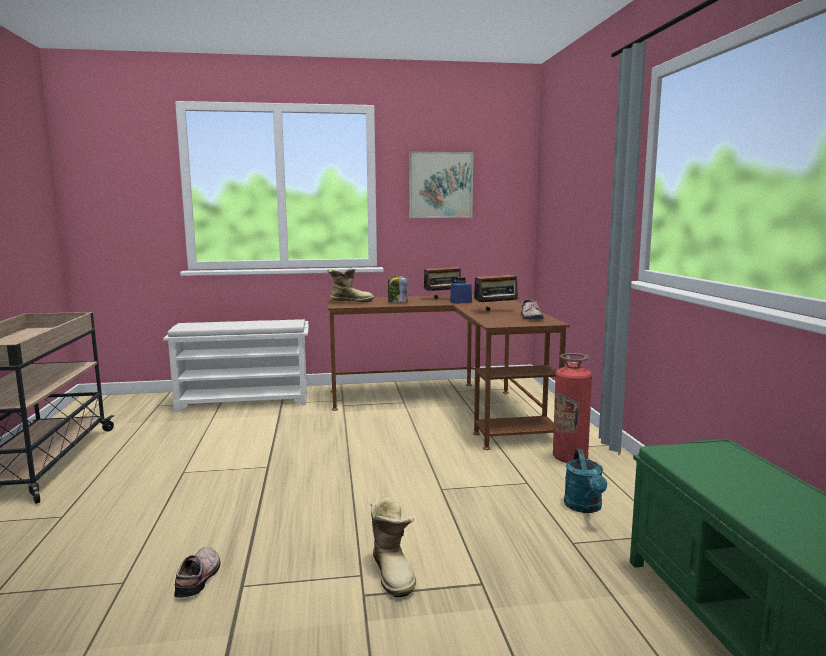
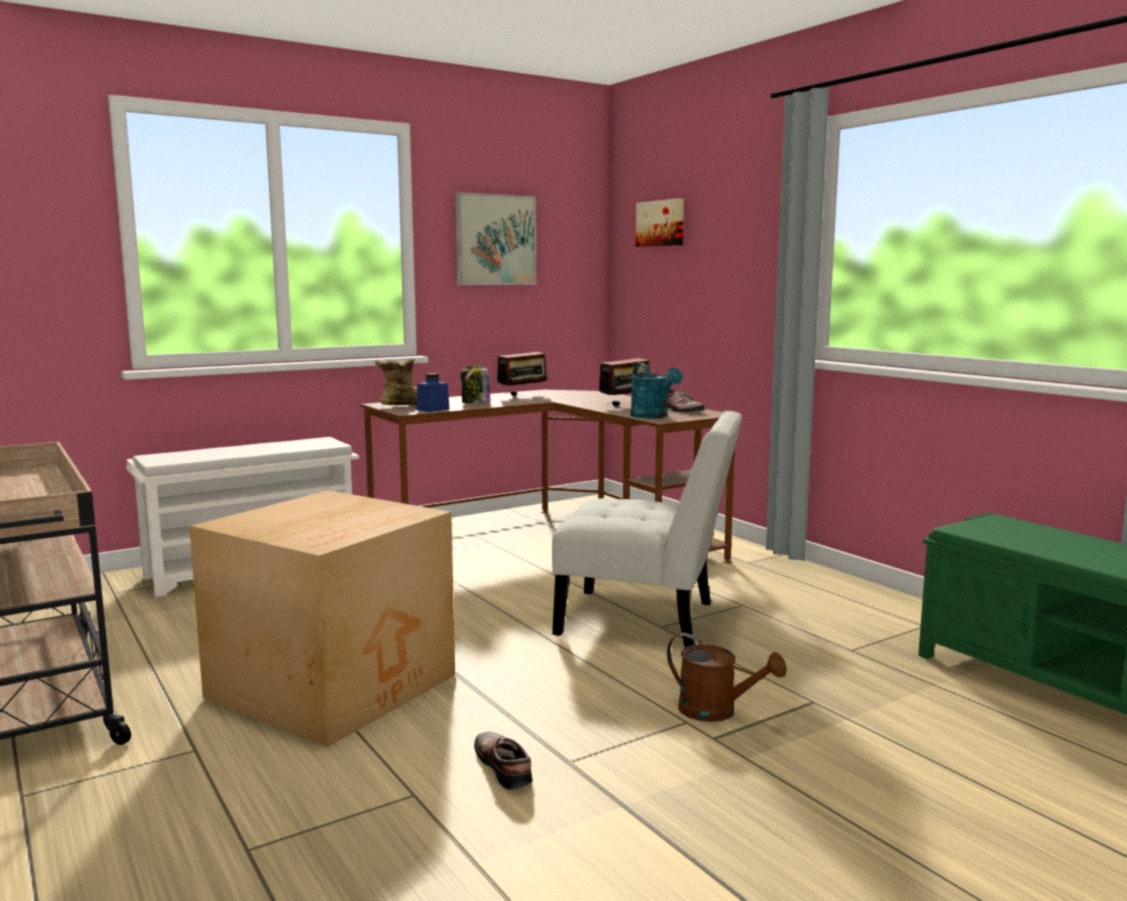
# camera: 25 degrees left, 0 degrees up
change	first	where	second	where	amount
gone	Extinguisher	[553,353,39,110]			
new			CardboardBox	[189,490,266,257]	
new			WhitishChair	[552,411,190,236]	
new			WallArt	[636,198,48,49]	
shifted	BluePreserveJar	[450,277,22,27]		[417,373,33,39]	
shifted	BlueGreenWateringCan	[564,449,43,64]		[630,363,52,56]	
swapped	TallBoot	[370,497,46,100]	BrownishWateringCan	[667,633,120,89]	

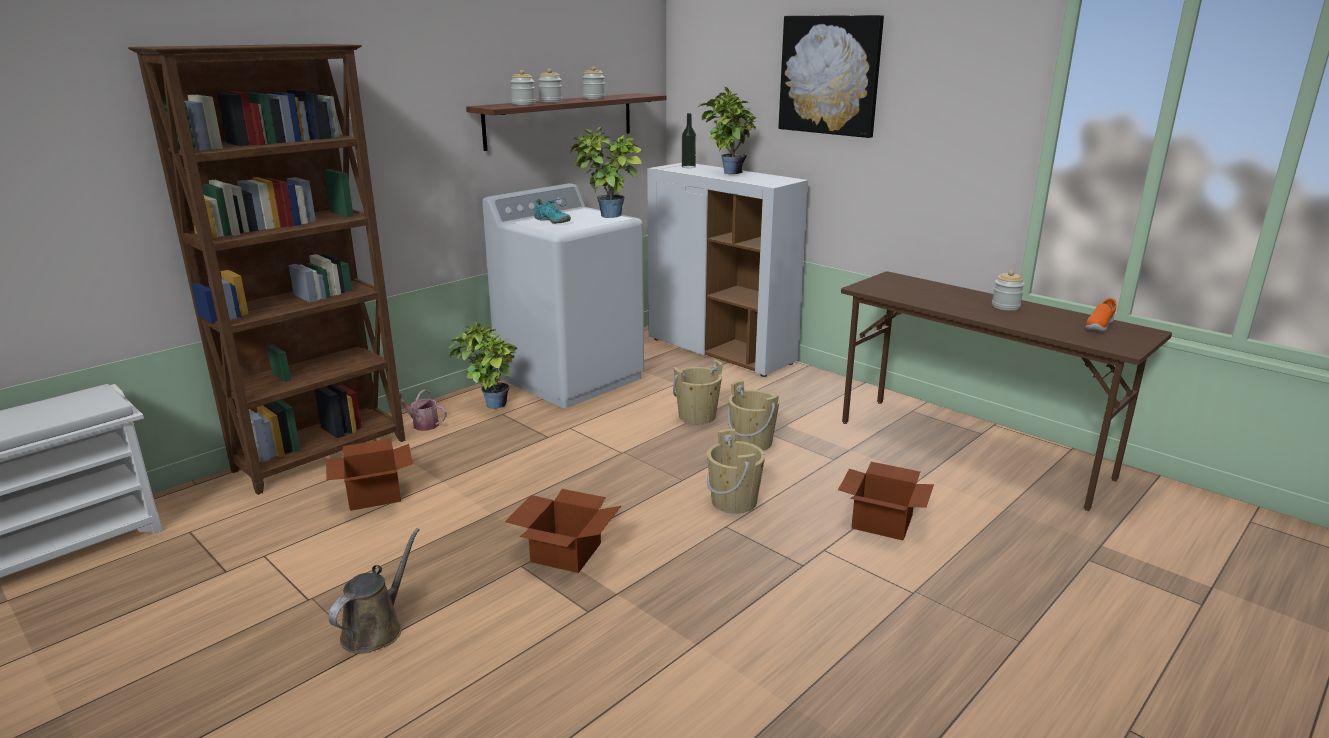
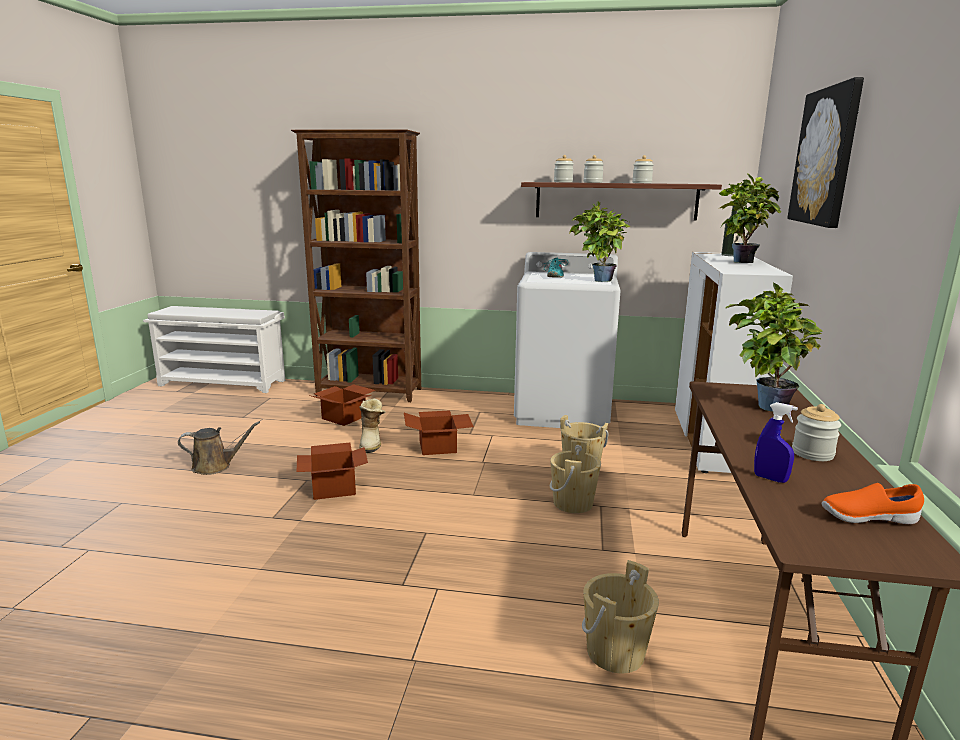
# camera: 55 degrees right, 5 degrees down
change	first	where	second	where	amount
gone	WateringCan	[399,389,48,42]			
new			TallBoot	[359,398,27,55]	
new			BlueSprayBottle	[754,402,44,81]	
shifted	PlantInAPot	[449,321,69,88]		[725,283,98,129]	
shifted	SandColouredWaterBucket	[707,429,58,85]		[582,560,77,113]	
shifted	CardboardBox	[838,462,96,79]		[404,410,70,45]	

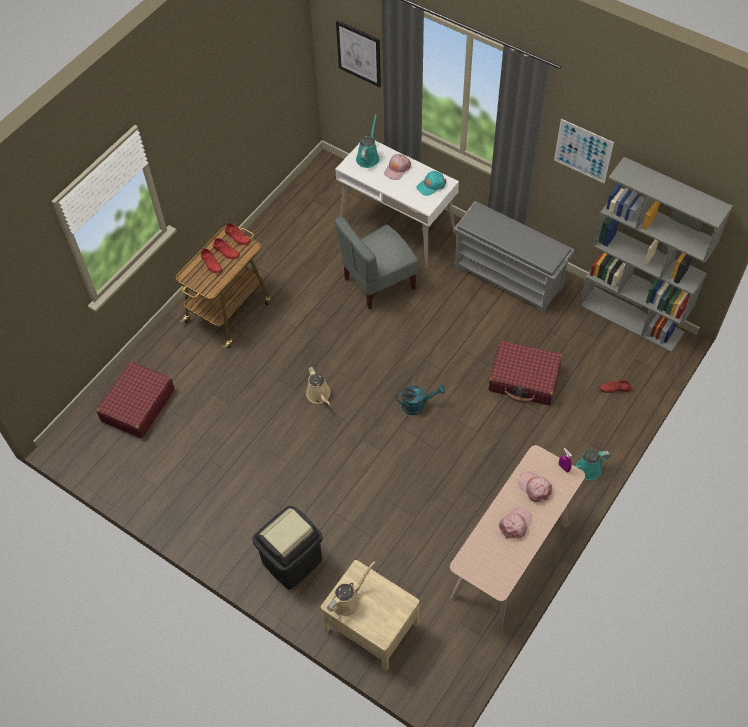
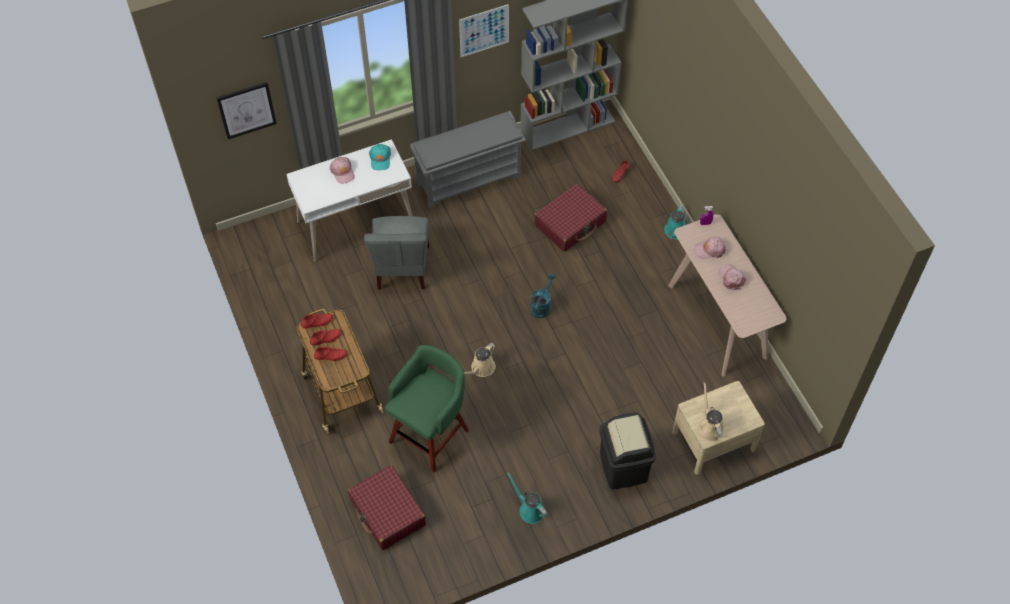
# camera: 60 degrees left, 0 degrees up
change	first	where	second	where	amount
new			GreenColouredSittingStool	[385,345,84,128]	
shifted	BlueGreenWateringCan	[356,114,23,54]		[507,472,40,52]	
rotated	SandColouredWateringCan	[306,367,24,38]		[464,342,32,35]	120 degrees clockwise

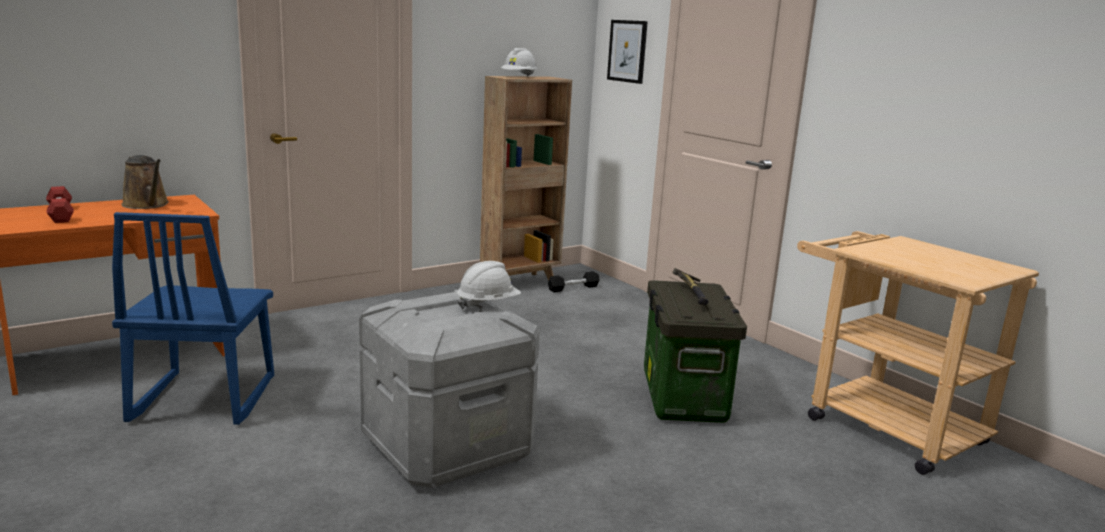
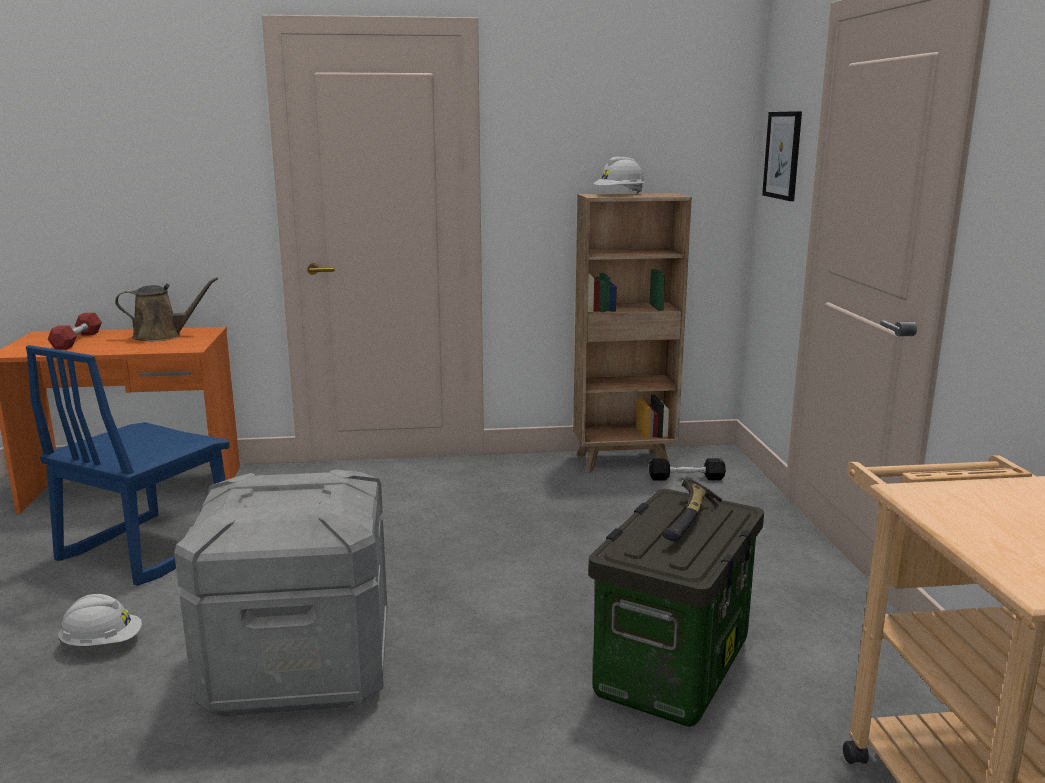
# camera: 30 degrees right, 0 degrees up
change	first	where	second	where	amount
shifted	WhitishWorkHelmet	[457,261,64,48]		[58,594,84,53]	
rotated	BrownishWateringCan	[122,155,47,54]		[115,277,103,64]	90 degrees counterclockwise

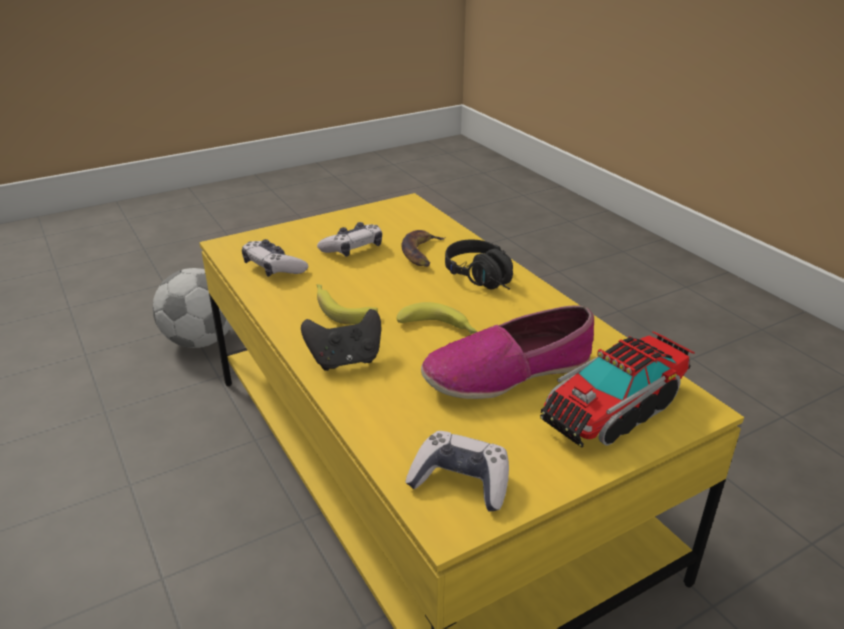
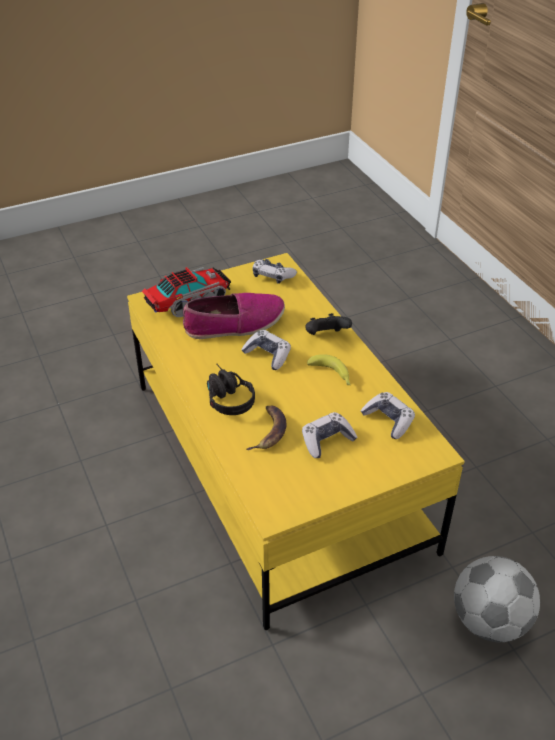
# camera: 175 degrees left, 10 degrees up
change	first	where	second	where	amount
swapped	BananaFruit	[396,302,82,32]	Joypad	[241,330,50,40]	

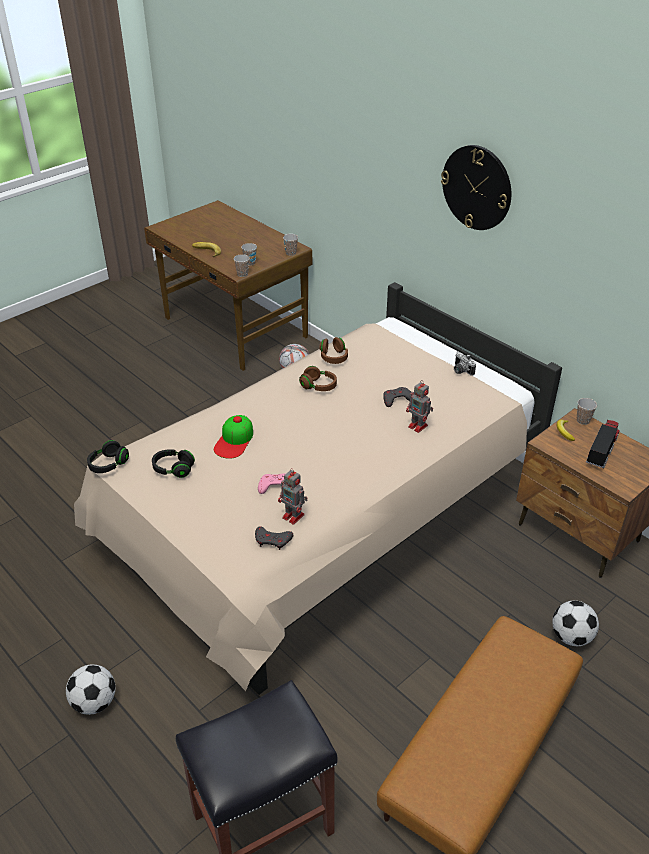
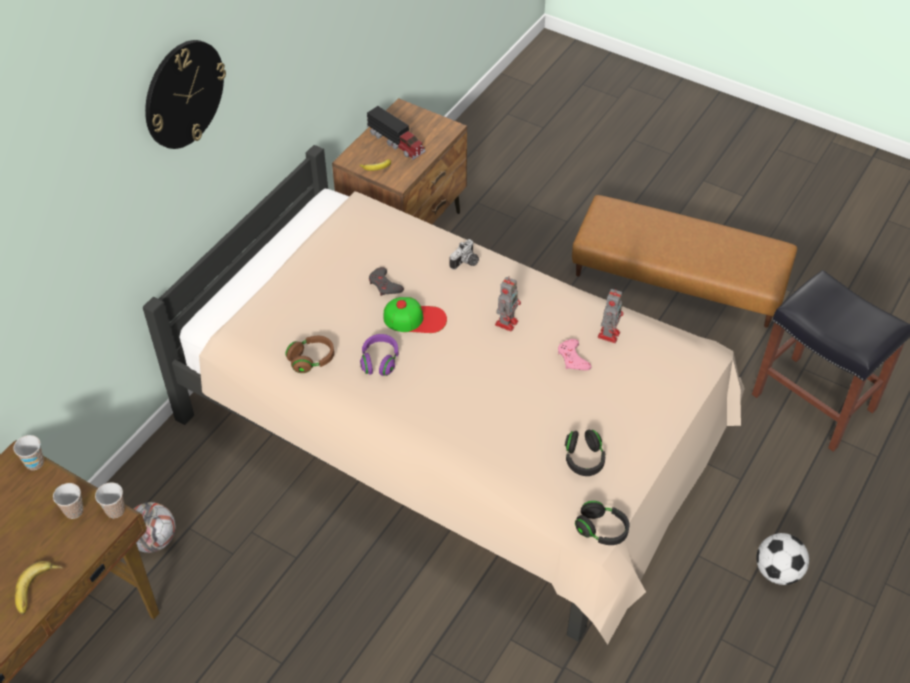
# camera: 105 degrees left, 10 degrees up
change	first	where	second	where	amount
gone	GreyishJoypad	[255,527,38,23]			
gone	FootballBall	[552,601,47,45]			
gone	Cup	[577,398,20,27]			
shifted	BaseballCap	[214,415,39,44]		[384,297,63,36]	
shifted	ModelRobot	[406,380,27,53]		[495,276,26,56]	
shifted	PhotoCamera	[454,352,22,24]		[450,239,29,31]	
repainted	BrownishPairOfHeadphones	[299,366,38,25]	PurplePairOfHeadphones	[360,334,38,42]	
rotated	ModelTruck	[586,419,34,49]		[367,106,59,54]	150 degrees counterclockwise

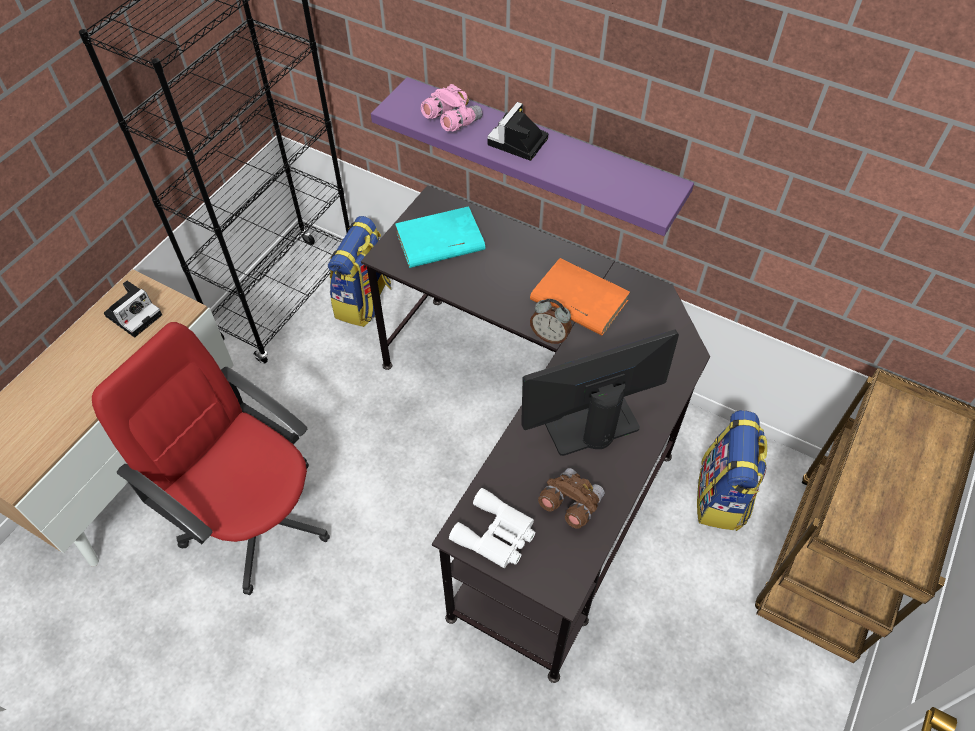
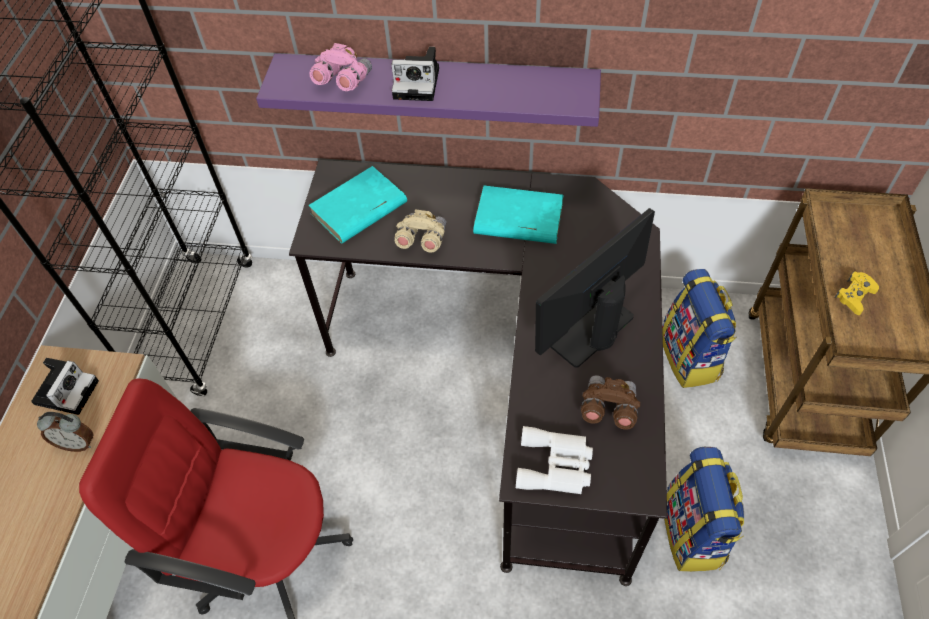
# camera: 20 degrees left, 0 degrees up
change	first	where	second	where	amount
new			SandColouredPairOfBinoculars	[395,209,51,44]	
new			YellowColouredJoypad	[835,271,44,44]	
shifted	Knapsack	[328,216,64,111]		[664,447,80,125]	
shifted	BedsideClock	[530,299,42,45]		[37,412,57,40]	
repainted	OrangeColouredBook	[530,258,100,77]	BlueGreenBook	[473,185,91,59]	
rotated	PhotoCamera	[487,102,61,59]		[391,47,48,54]	90 degrees counterclockwise

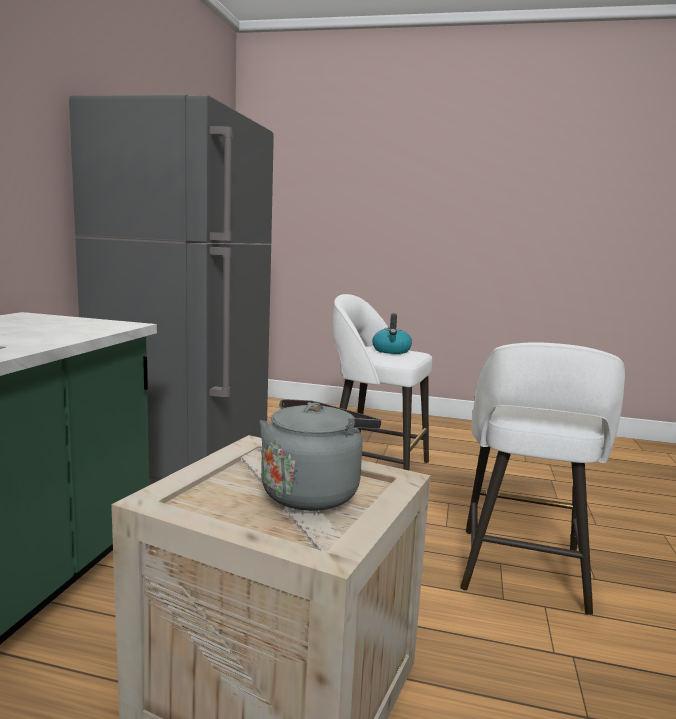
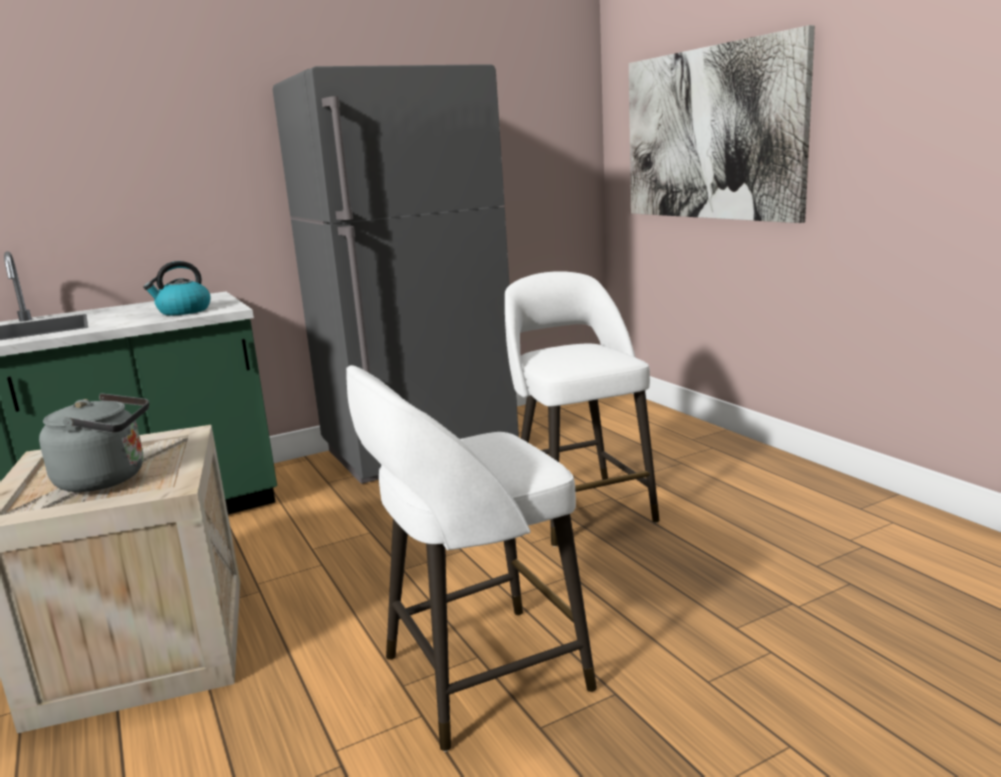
# camera: 50 degrees right, 5 degrees up
change	first	where	second	where	amount
new			WallArt	[629,25,186,198]	
shifted	WaterKettle	[372,313,40,41]		[143,261,68,54]	

